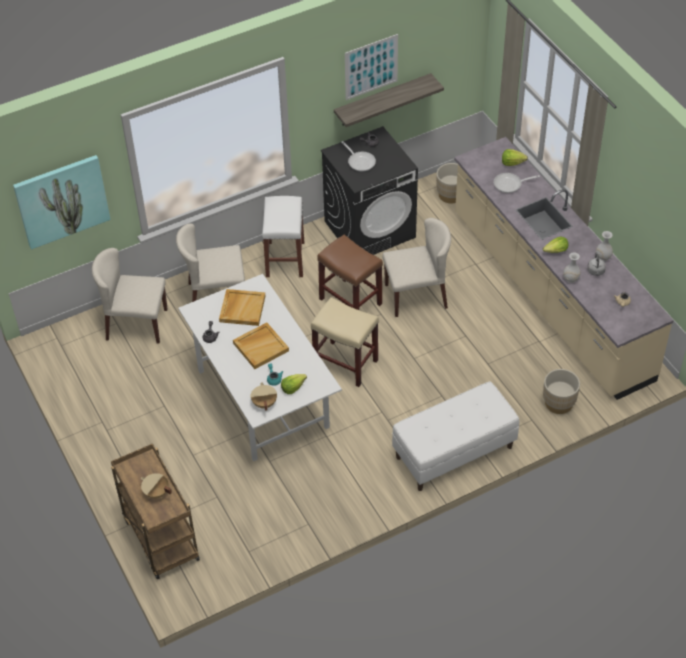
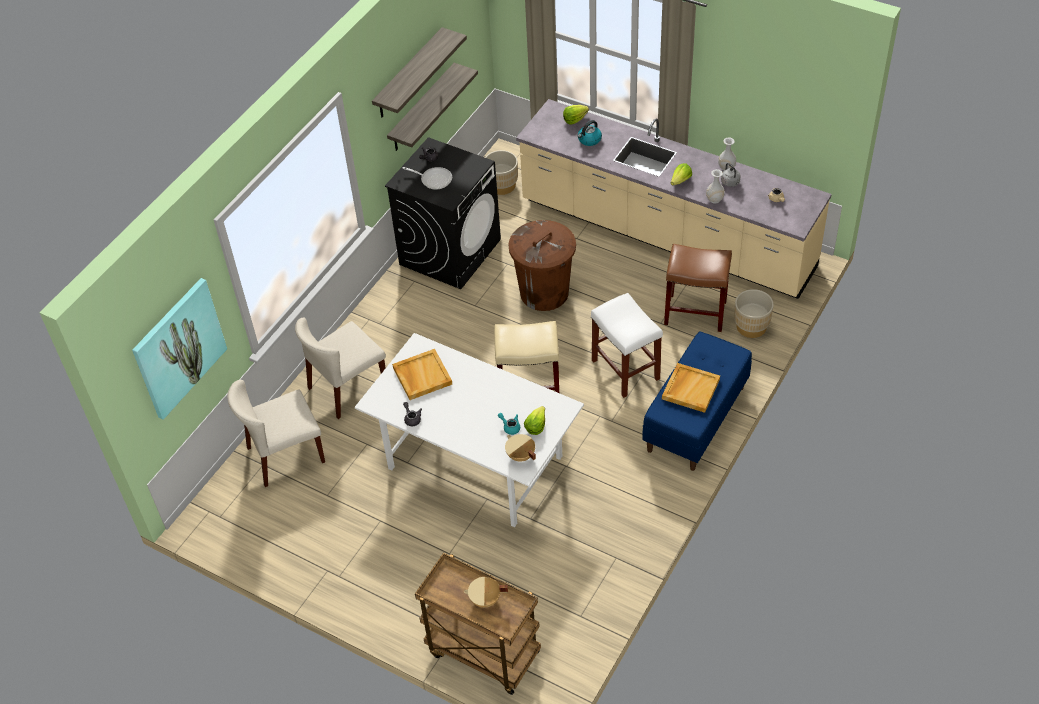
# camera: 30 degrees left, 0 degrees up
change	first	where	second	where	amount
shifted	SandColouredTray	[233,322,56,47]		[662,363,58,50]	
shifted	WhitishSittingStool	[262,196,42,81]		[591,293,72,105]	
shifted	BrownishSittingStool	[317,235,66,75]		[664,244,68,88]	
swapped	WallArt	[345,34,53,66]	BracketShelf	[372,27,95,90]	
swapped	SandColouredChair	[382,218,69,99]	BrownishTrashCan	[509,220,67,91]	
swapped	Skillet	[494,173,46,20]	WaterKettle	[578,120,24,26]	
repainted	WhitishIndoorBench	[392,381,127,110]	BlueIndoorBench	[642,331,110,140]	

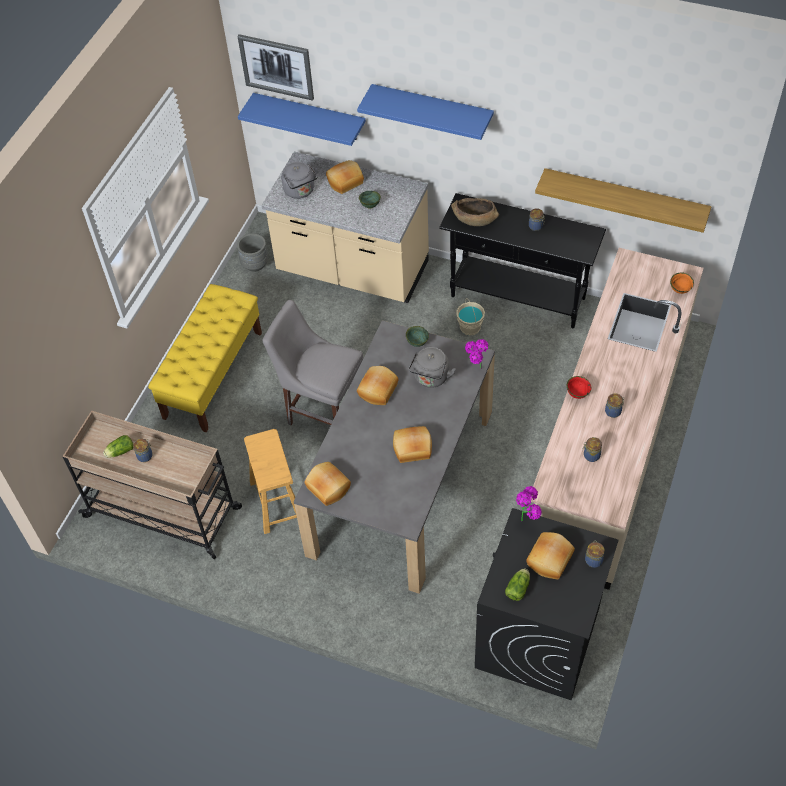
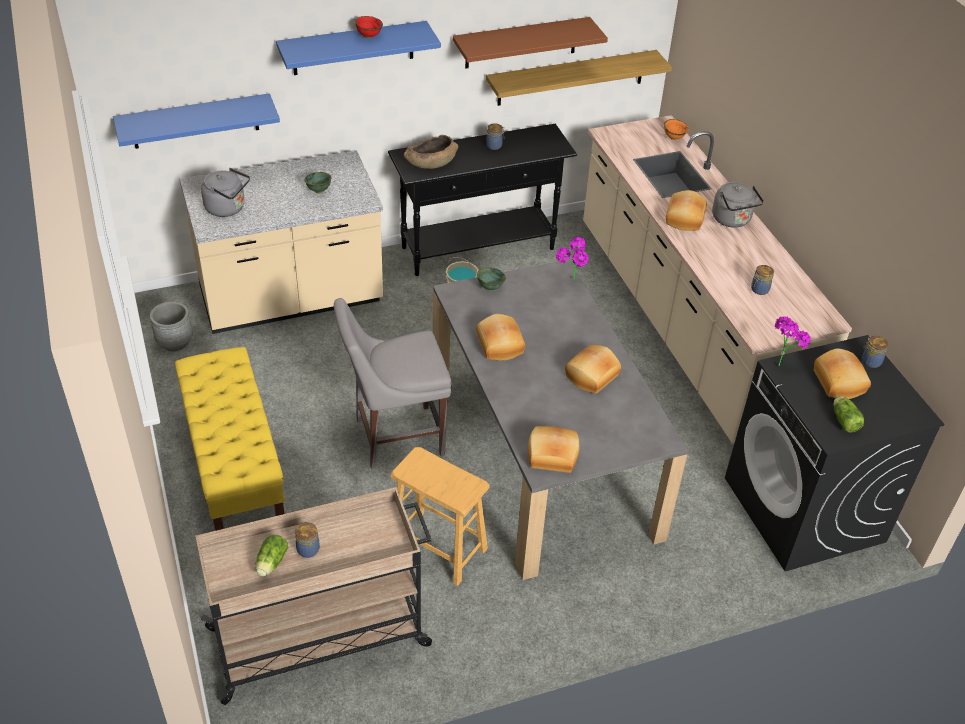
# camera: 45 degrees left, 10 degrees down
change	first	where	second	where	amount
gone	WallArt	[238,34,76,67]			
gone	PreserveJar	[605,393,20,25]			
new			BrownishBracketShelf	[453,17,155,52]	
shifted	BakedBread	[326,160,38,34]		[666,190,41,41]	
shifted	GreyishWaterKettle	[409,347,47,41]		[712,182,52,46]	
shifted	RedBowl	[567,376,24,23]		[355,16,28,22]	

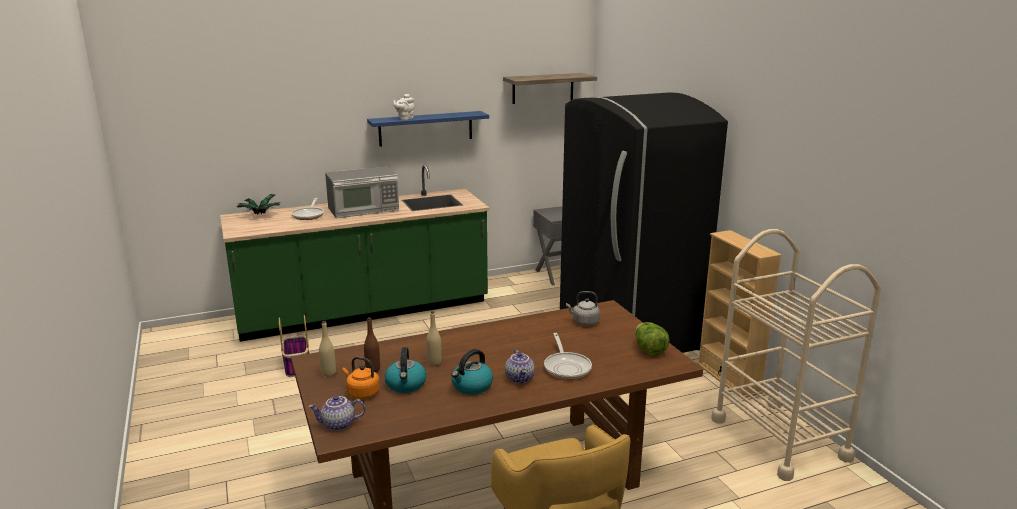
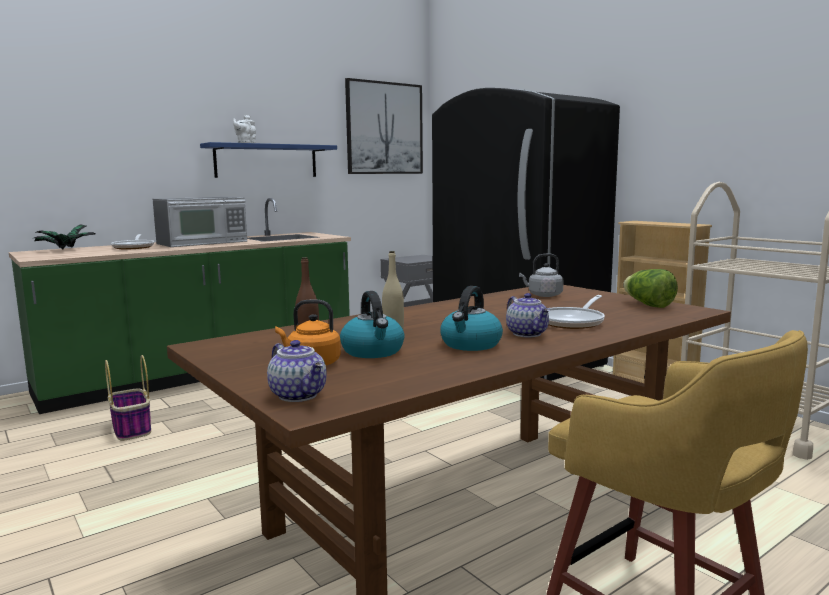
# camera: 15 degrees left, 10 degrees down
change	first	where	second	where	amount
gone	SandColouredBottle	[319,321,17,56]			
swapped	BracketShelf	[503,73,94,31]	WallArt	[345,78,78,96]	
rotated	PotForTea	[308,396,57,35]		[267,340,60,62]	105 degrees counterclockwise
rotated	Skillet	[544,333,48,46]		[548,295,57,34]	60 degrees clockwise

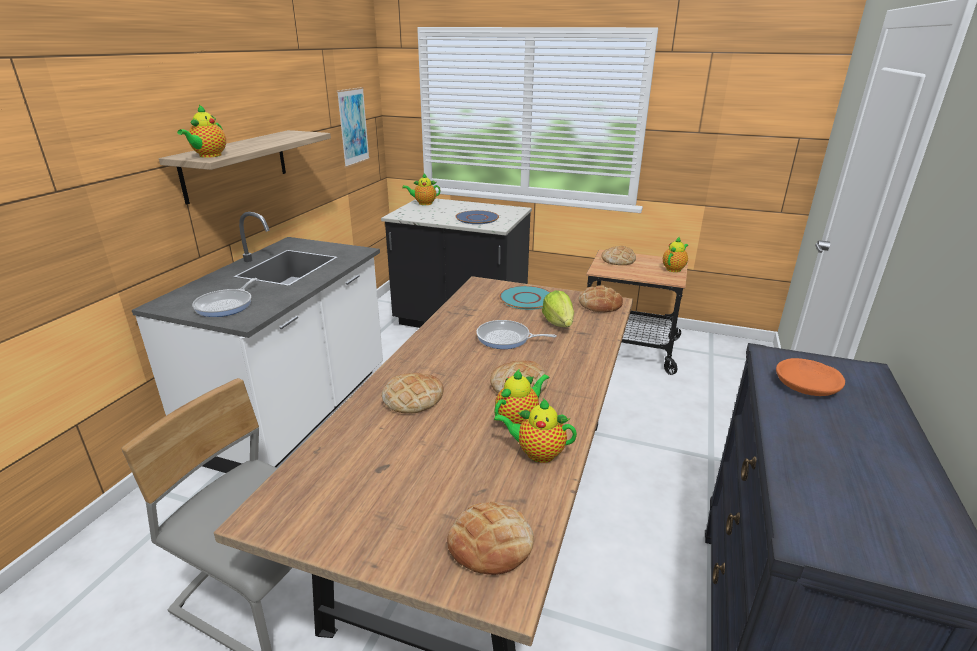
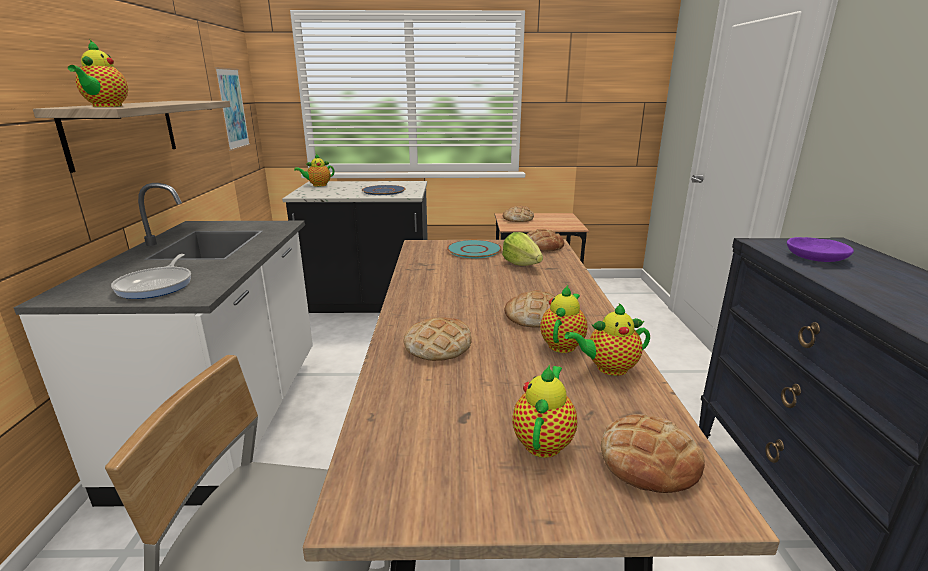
# camera: 20 degrees left, 5 degrees down
change	first	where	second	where	amount
gone	Skillet	[477,320,80,29]			
shifted	PotForTea	[663,236,25,36]		[512,365,65,93]	
repainted	OrangeColouredBowl	[776,358,69,38]	PurpleBowl	[787,237,67,25]	

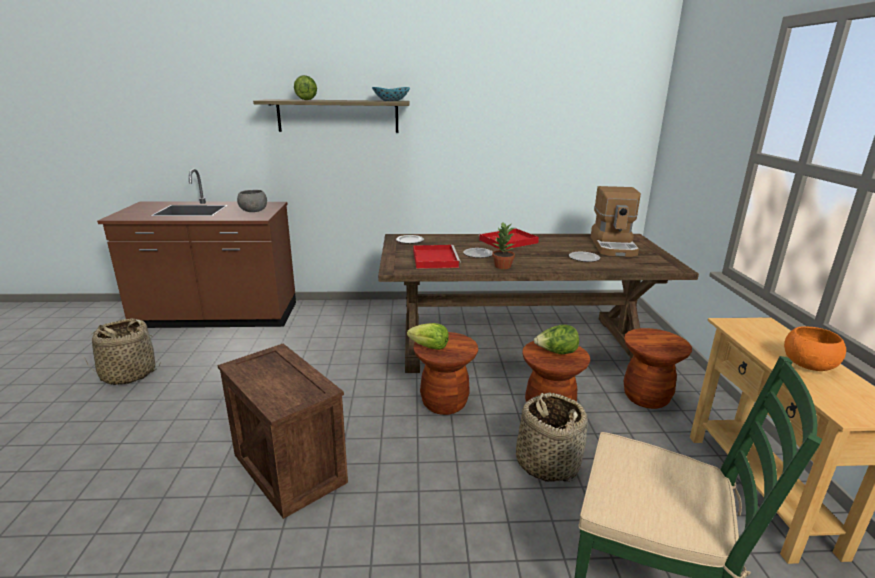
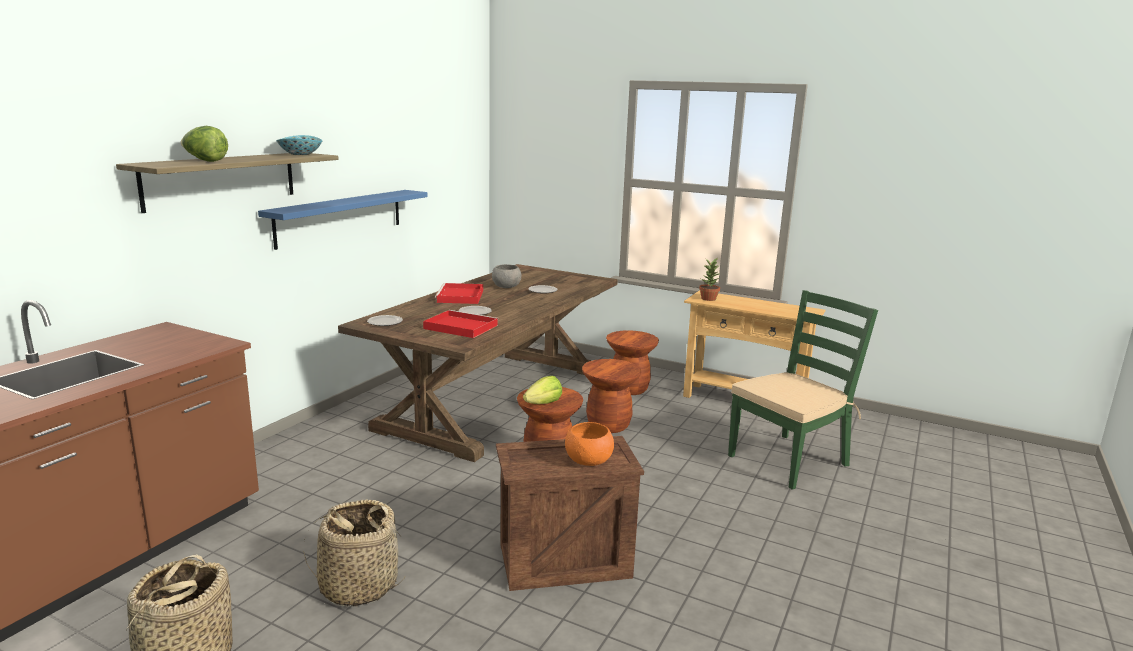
# camera: 60 degrees left, 5 degrees down
change	first	where	second	where	amount
gone	LettuceHead	[534,324,45,30]			
gone	CoffeeBrewer	[591,186,50,71]			
new			BlueBracketShelf	[258,190,170,60]	
shifted	GreyishBowl	[237,190,30,22]		[492,264,29,24]	
shifted	PlantInAPot	[492,223,23,46]		[699,258,21,43]	
shifted	HouseholdBasket	[516,392,72,90]		[303,499,103,107]	
shifted	OrangeColouredBowl	[784,326,62,45]		[565,422,49,44]	

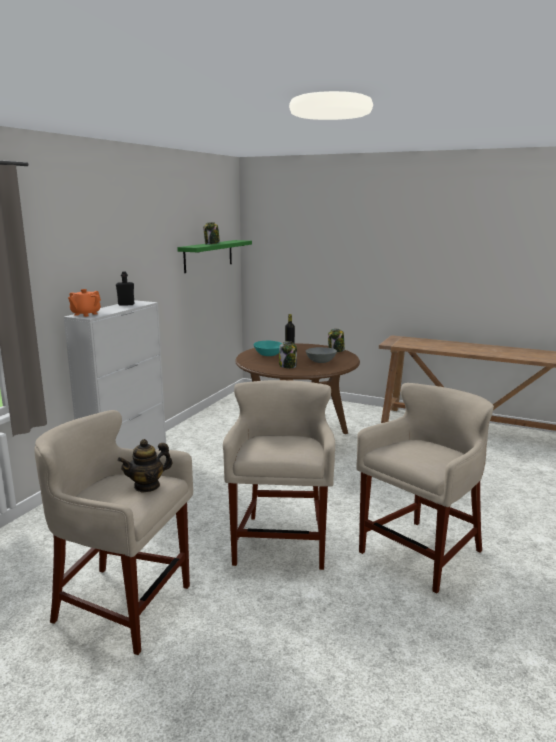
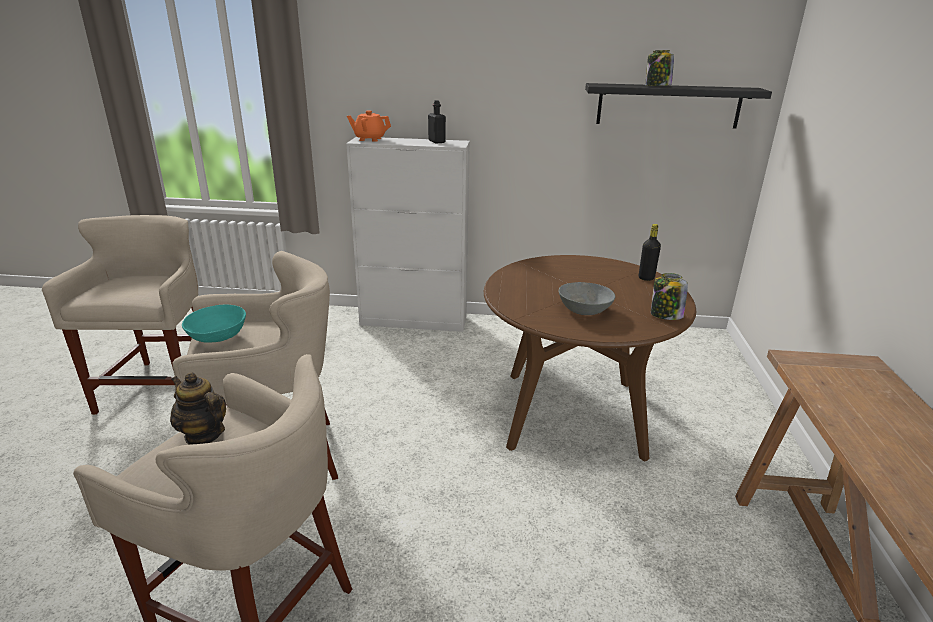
# camera: 70 degrees right, 10 degrees up
change	first	where	second	where	amount
gone	PreserveJar	[279,341,18,27]			
shifted	PotForTea	[118,439,54,53]		[170,372,56,73]	
shifted	BlueGreenBowl	[253,340,29,16]		[182,305,64,38]	
repainted	GreenColouredBracketShelf	[177,240,75,33]	BlackBracketShelf	[585,83,187,46]	

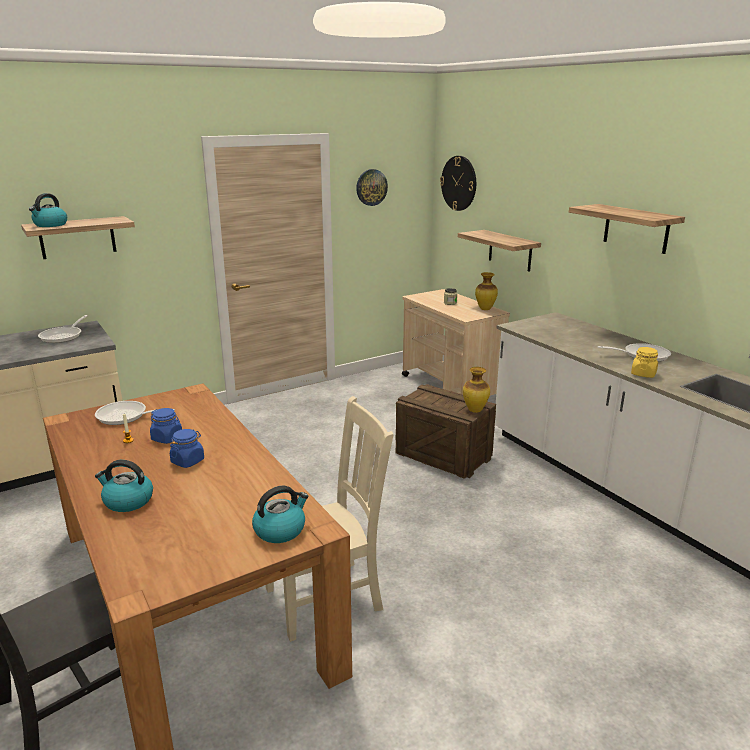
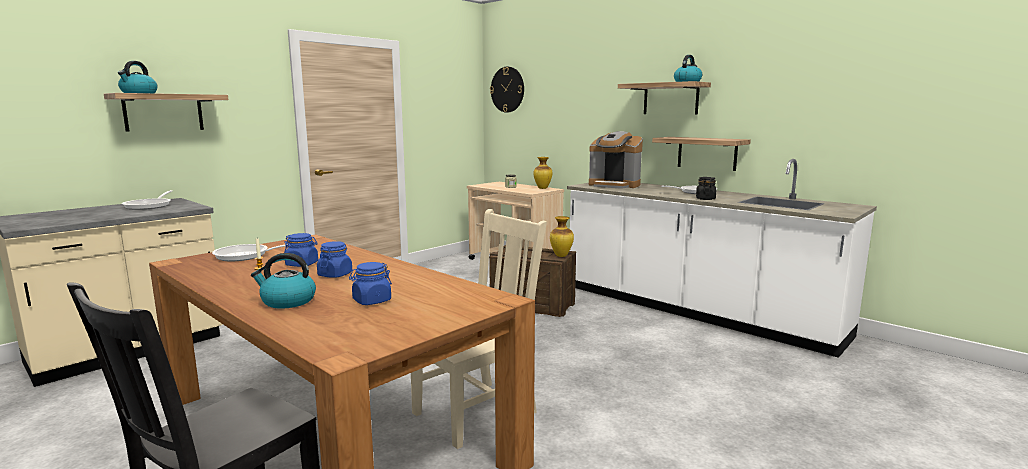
# camera: 15 degrees left, 10 degrees down
change	first	where	second	where	amount
gone	HangingClock	[356,169,32,37]			
new			BluePreserveJar	[349,262,43,43]	
new			CoffeeBrewer	[589,131,54,58]	
shifted	WaterKettle	[252,485,56,58]		[674,55,28,27]	
shifted	BracketShelf	[458,230,83,42]		[652,137,99,34]	
repainted	YellowColouredPreserveJar	[631,347,27,31]	BlackPreserveJar	[696,177,20,23]	

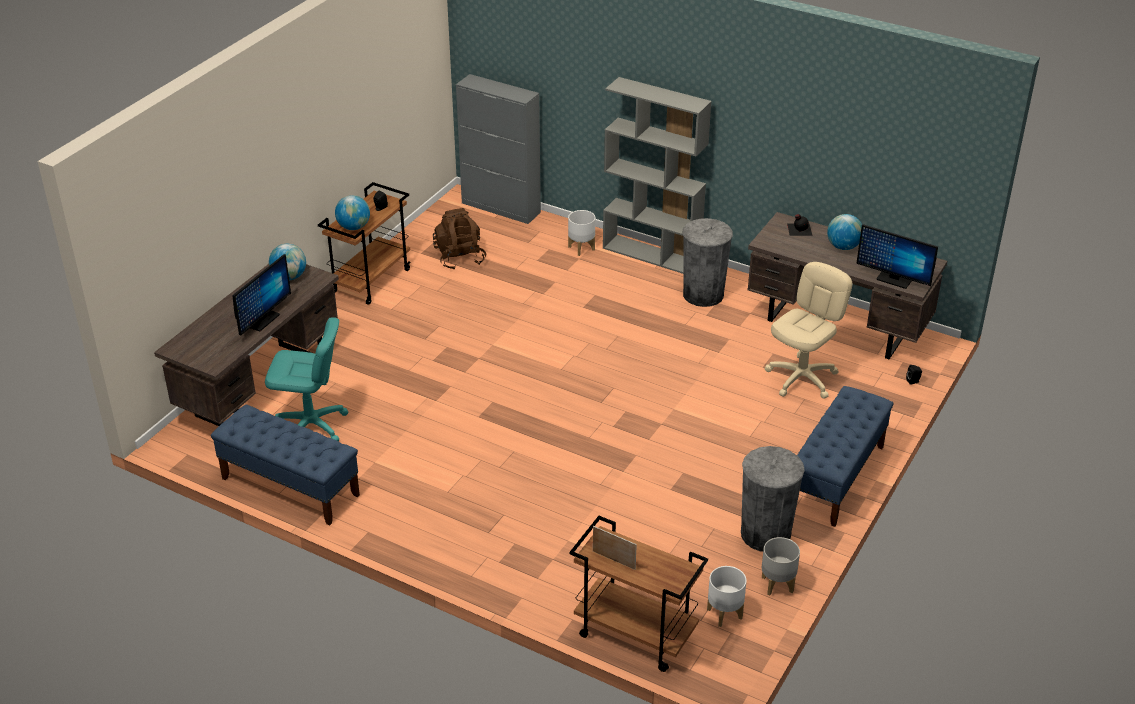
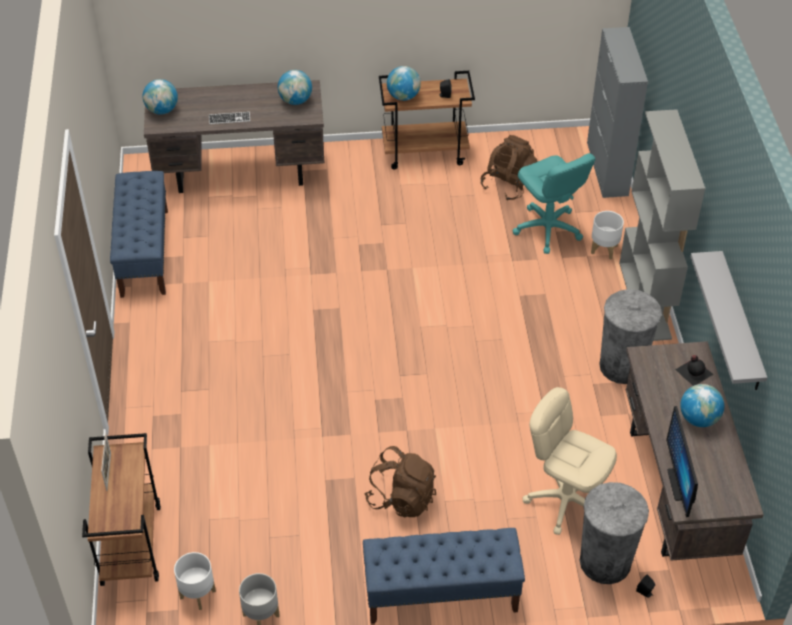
# camera: 55 degrees right, 10 degrees up
change	first	where	second	where	amount
new			DeskGlobe	[143,79,35,35]	
new			BrownishKnapsack	[364,446,72,72]	
new			GreyishBracketShelf	[690,251,77,139]	
shifted	BlueGreenComputerChair	[265,317,83,124]		[512,153,83,101]	
shifted	GreyishTrashCan	[741,446,64,106]		[580,482,69,102]	
swapped	Monitor	[232,254,59,81]	Keyboard	[209,112,41,12]	
rotated	SandColouredComputerChair	[765,262,87,137]		[522,387,95,148]	150 degrees counterclockwise

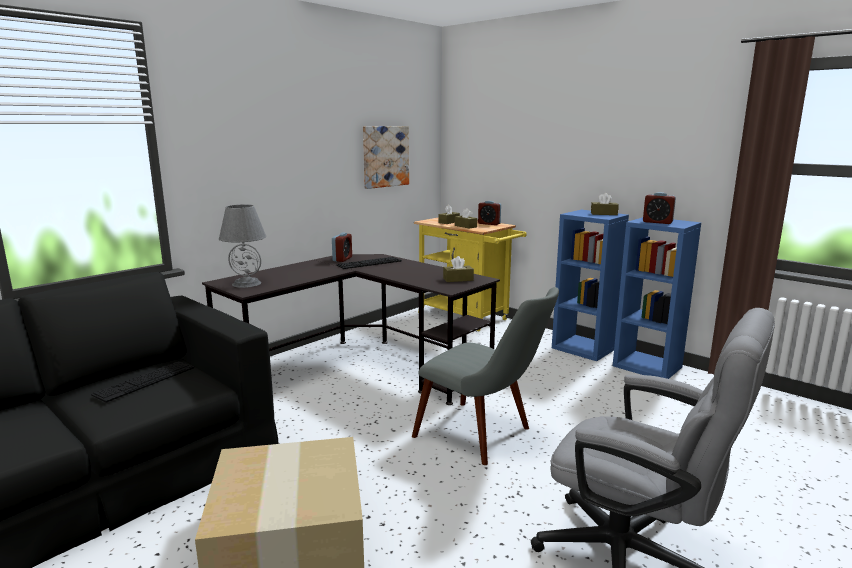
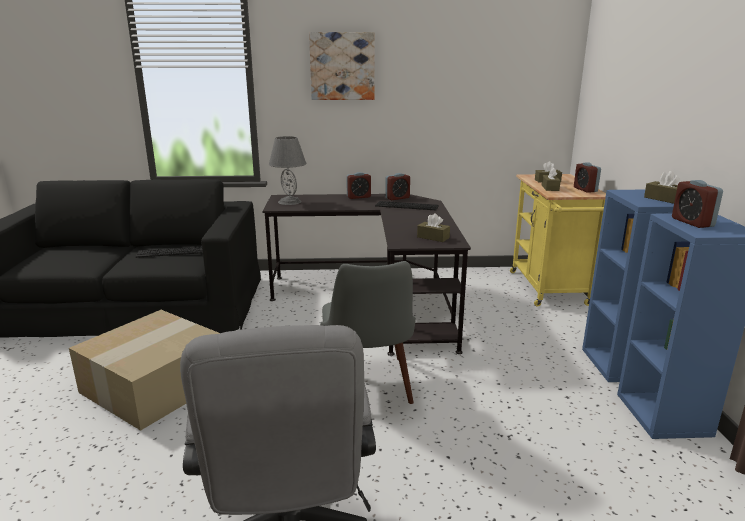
# camera: 45 degrees right, 5 degrees up
change	first	where	second	where	amount
new			BedsideClock	[346,172,25,27]	
shifted	WallArt	[363,126,46,63]		[309,32,66,68]	

